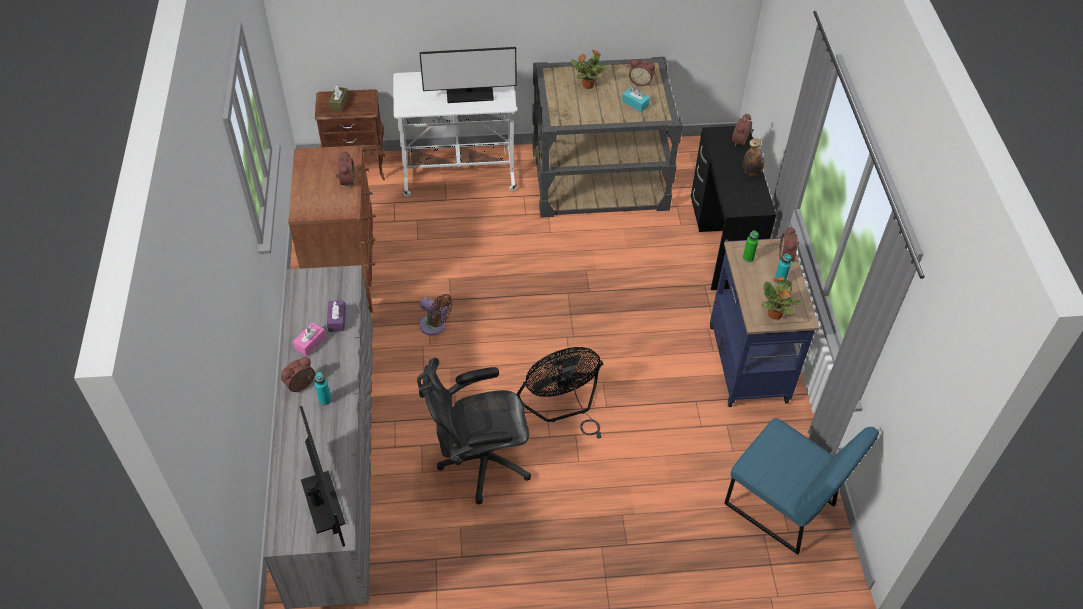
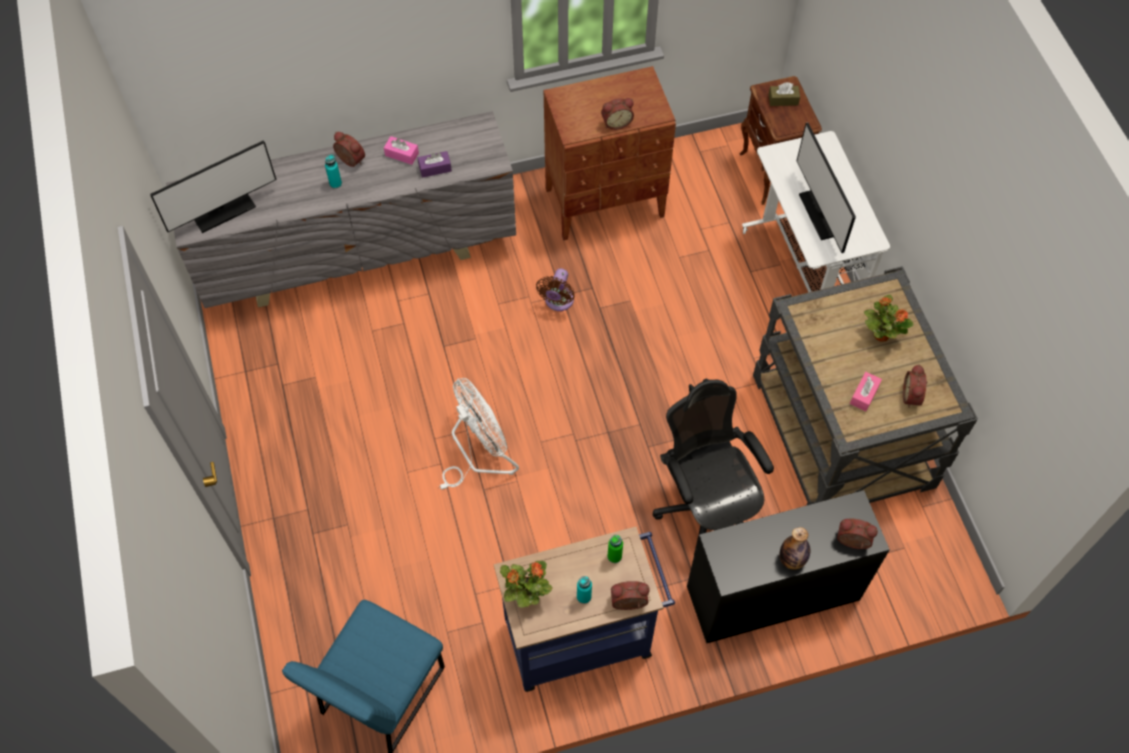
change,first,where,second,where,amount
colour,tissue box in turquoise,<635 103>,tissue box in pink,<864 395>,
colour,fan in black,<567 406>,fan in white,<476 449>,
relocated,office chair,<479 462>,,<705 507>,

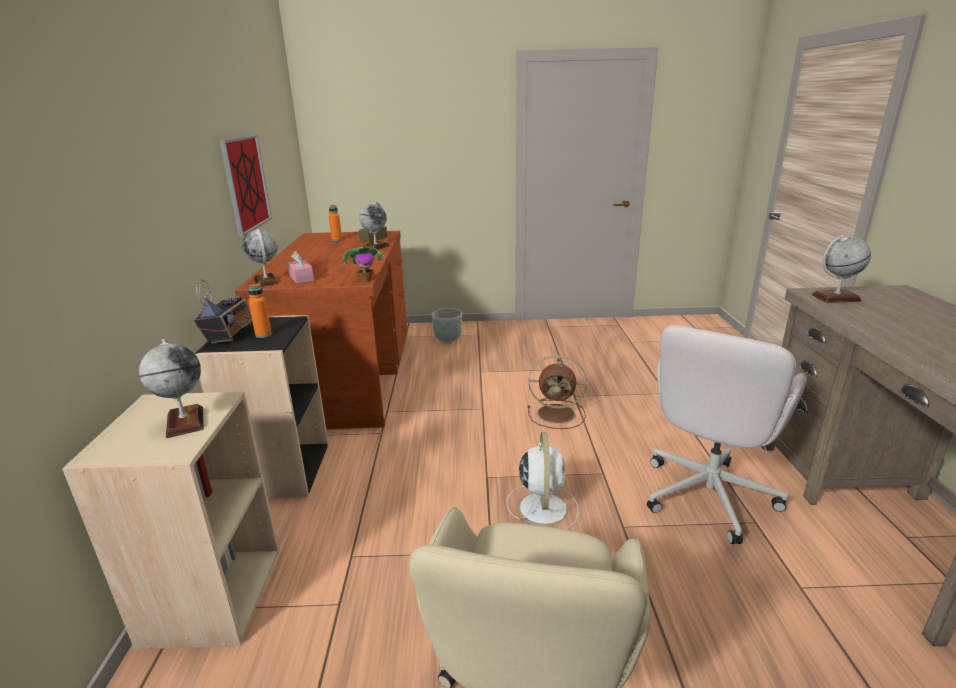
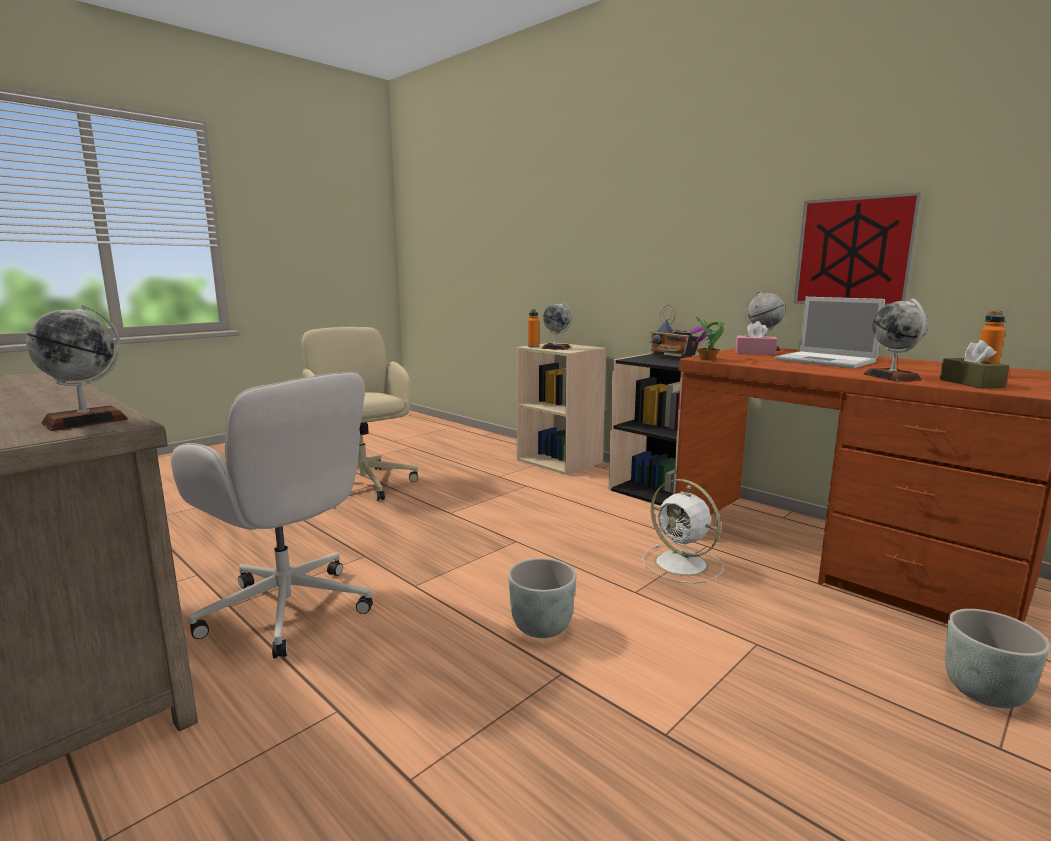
change,first,where,second,where,amount
relocated,bottle in orange,<263 335>,,<533 346>,
spun,office chair in white,<707 496>,,<286 610>,135 degrees clockwise
exchanged,fan in brown,<558 414>,planter in grey,<541 628>,
relocated,fan in white,<542 507>,,<683 564>,
appeared,,,laptop,<827 361>,

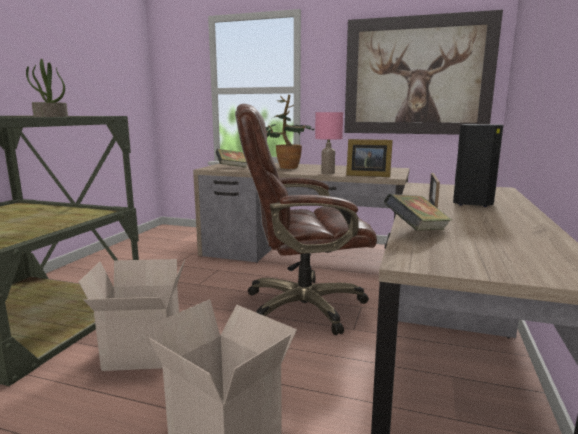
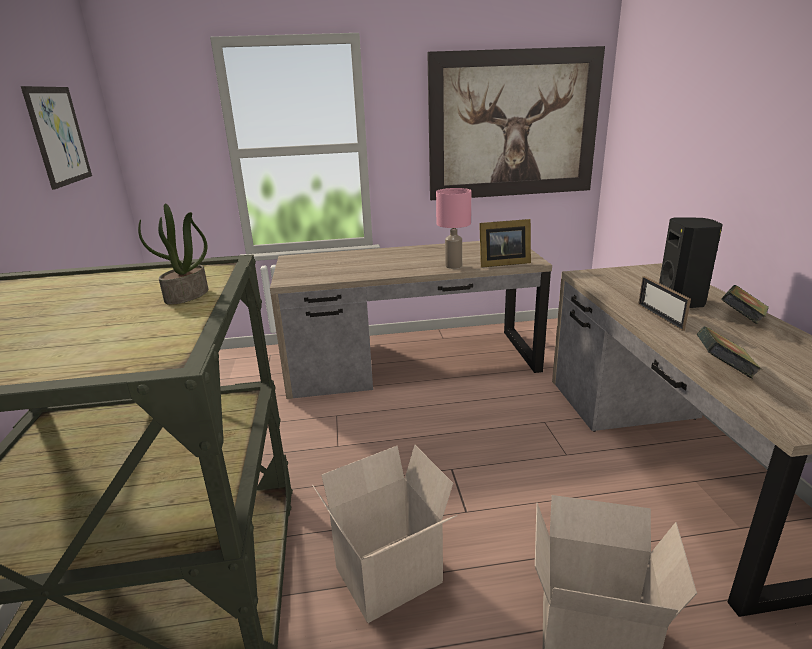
change,first,where,second,where,amount
missing,potted plant,<286 167>,,,
missing,office chair in brown,<304 306>,,,
relocated,book,<232 167>,,<741 320>,
appeared,,,picture,<59 136>,

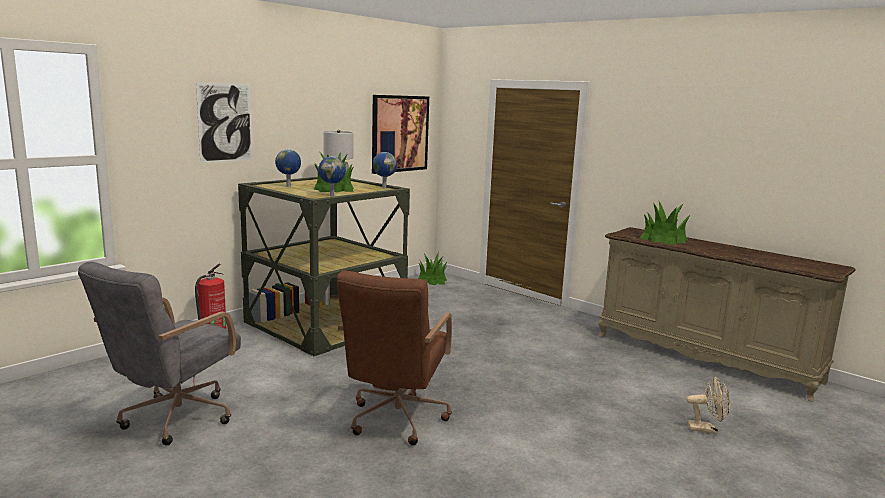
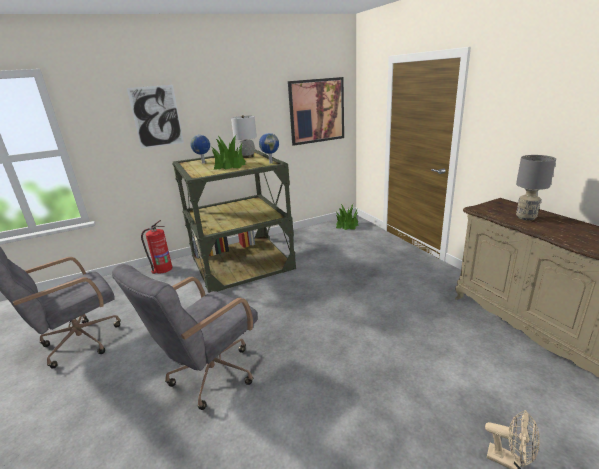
change,first,where,second,where,amount
missing,globe,<332 196>,,,
exchanged,potted plant,<663 239>,table lamp in grey,<526 217>,
colour,office chair in brown,<395 423>,office chair in grey,<209 378>,

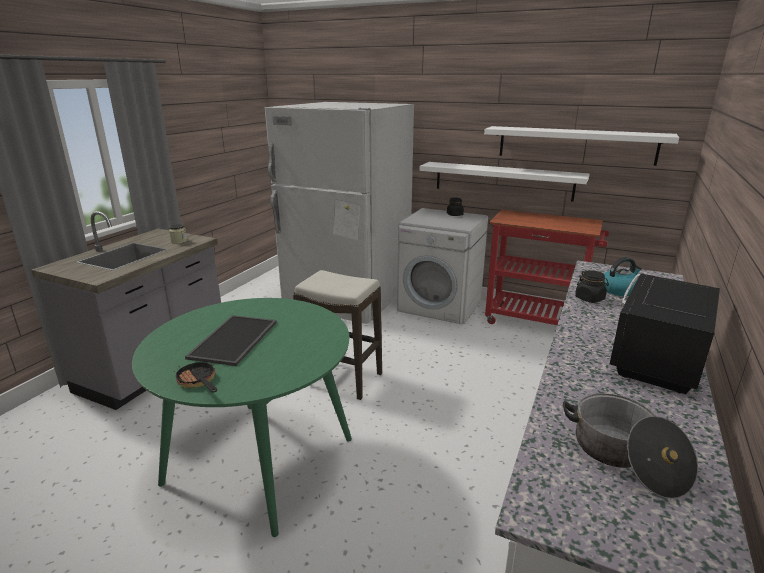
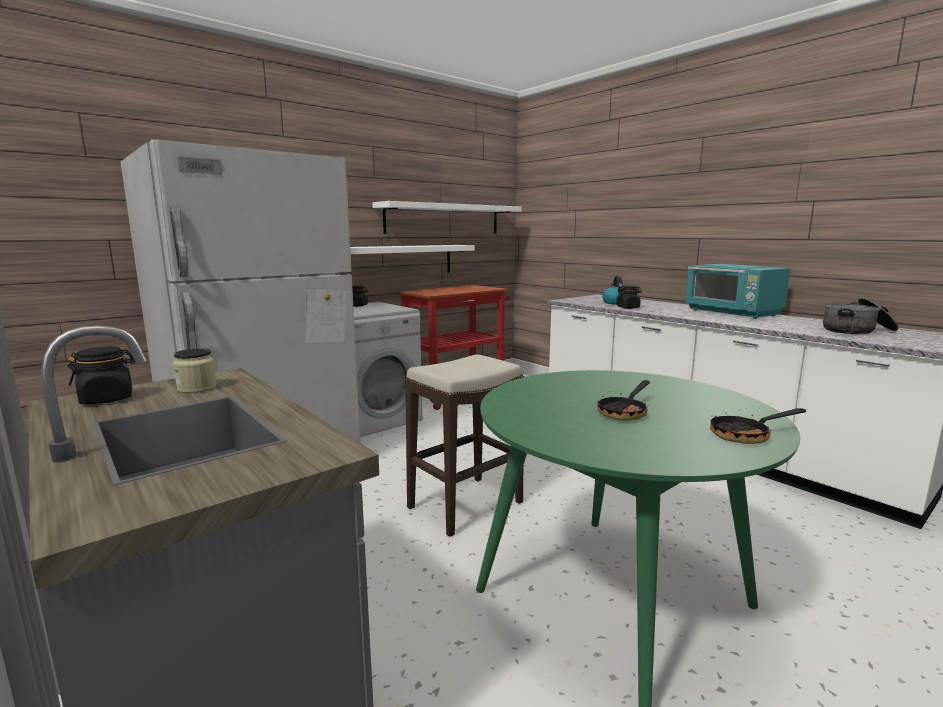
change,first,where,second,where,amount
colour,microwave in black,<655 361>,microwave in turquoise,<732 313>,
exchanged,tray,<235 340>,frying pan,<625 412>,
appeared,,,jar in black,<107 399>,

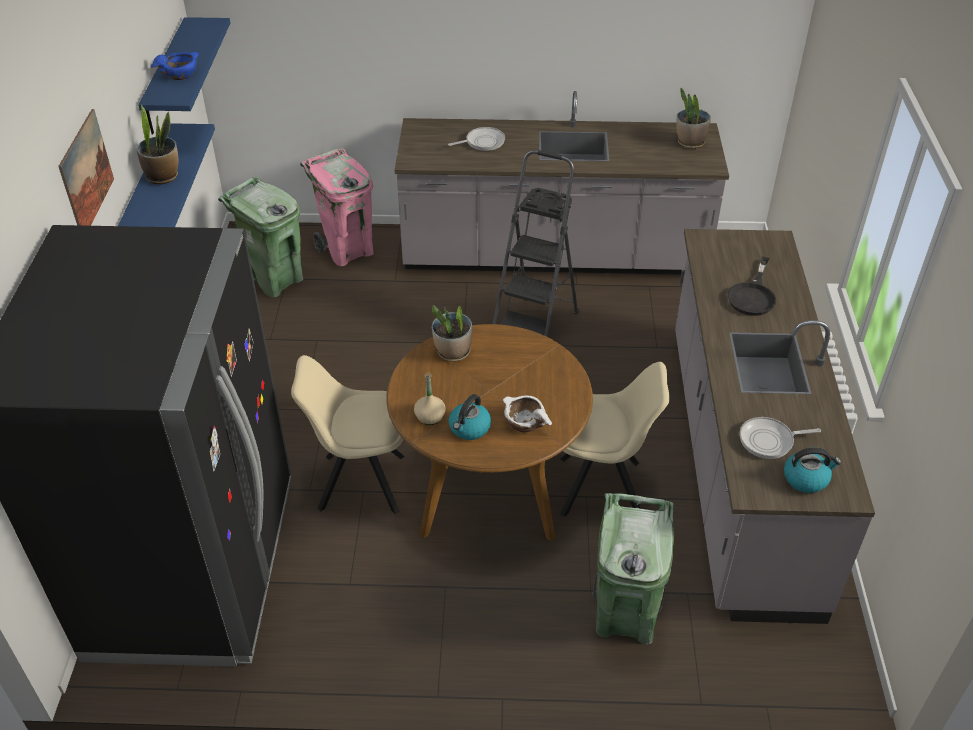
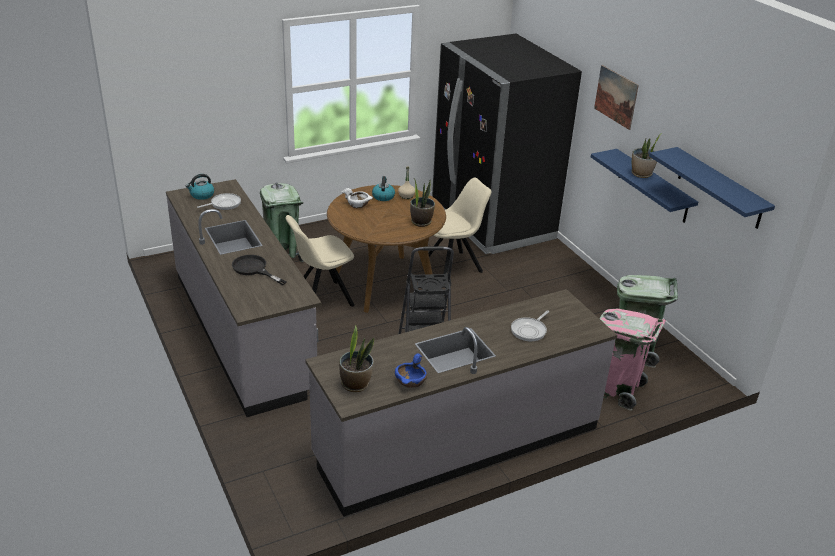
change,first,where,second,where,amount
relocated,bowl in blue,<180 74>,,<411 381>,
spun,frying pan in black,<753 295>,,<254 269>,45 degrees counterclockwise

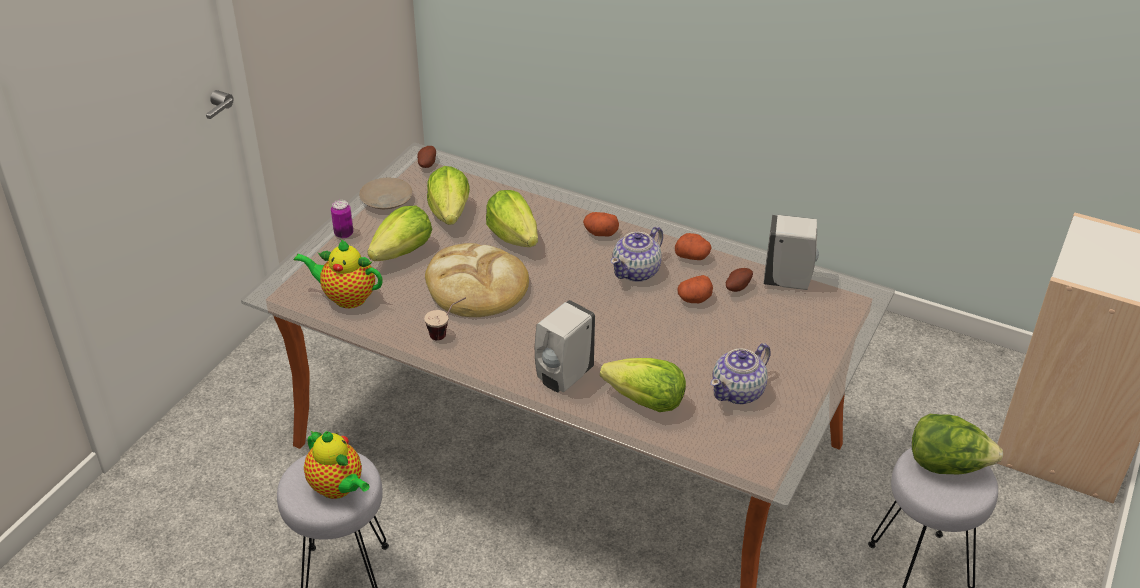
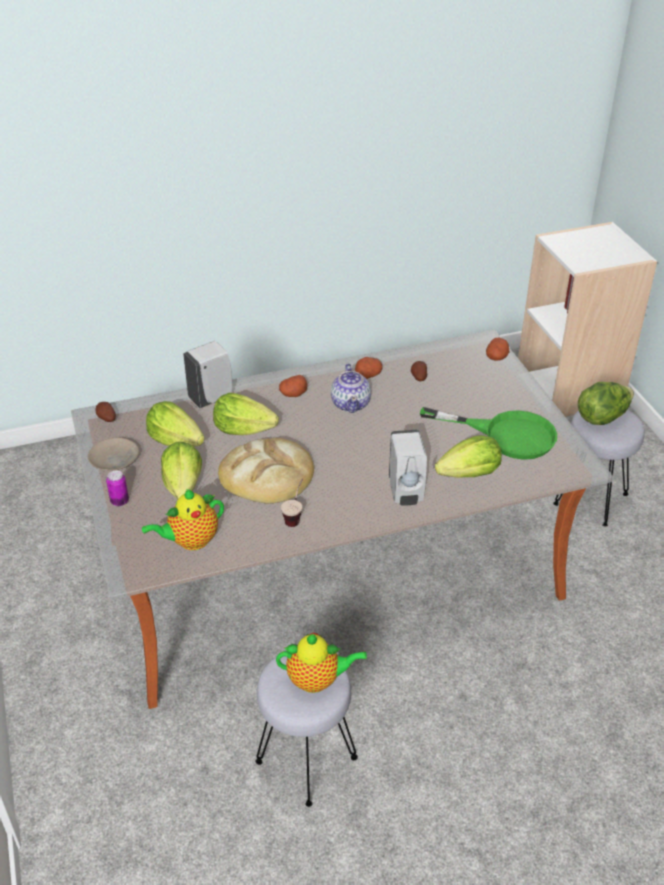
change,first,where,second,where,amount
relocated,soap dispenser in white,<788 281>,,<212 398>,
relocated,potato,<694 299>,,<496 357>,
exchanged,teapot,<739 391>,frying pan in green,<506 435>,

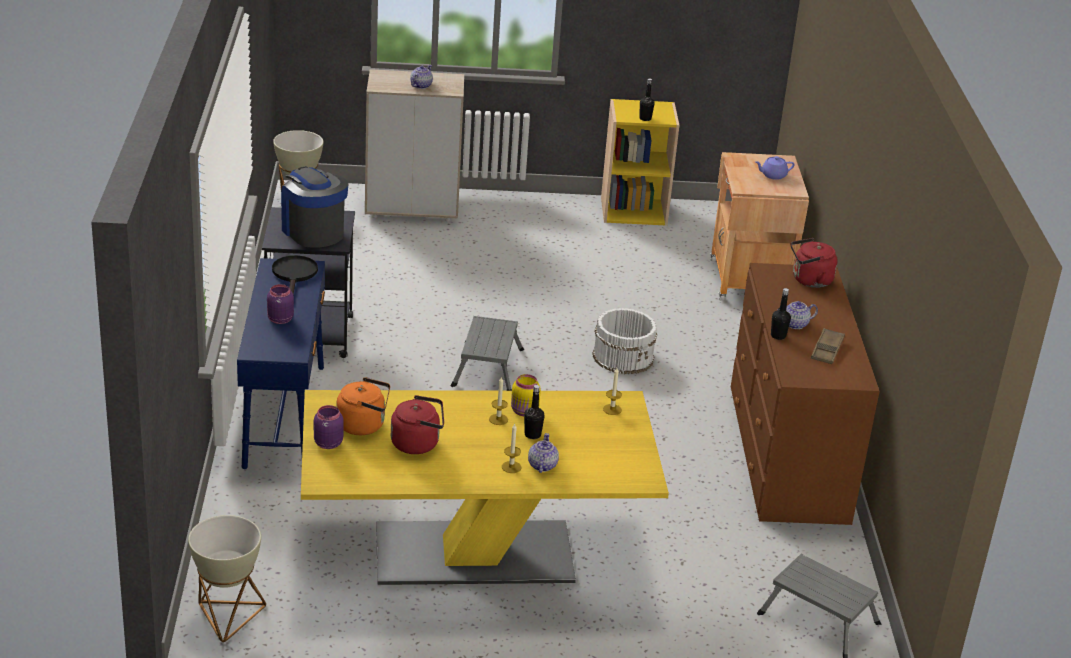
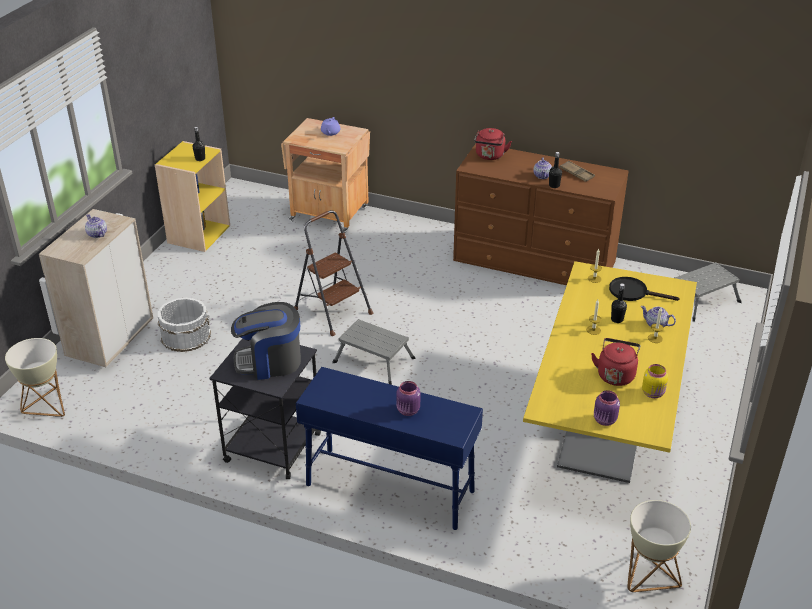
change,first,where,second,where,amount
relocated,frying pan in black,<294 275>,,<633 292>,
relocated,bucket in white,<623 357>,,<186 336>,
relocated,jar in yellow,<524 412>,,<653 393>,
missing,kettle in orange,<364 425>,,,
appeared,,,step ladder in brown,<331 309>,

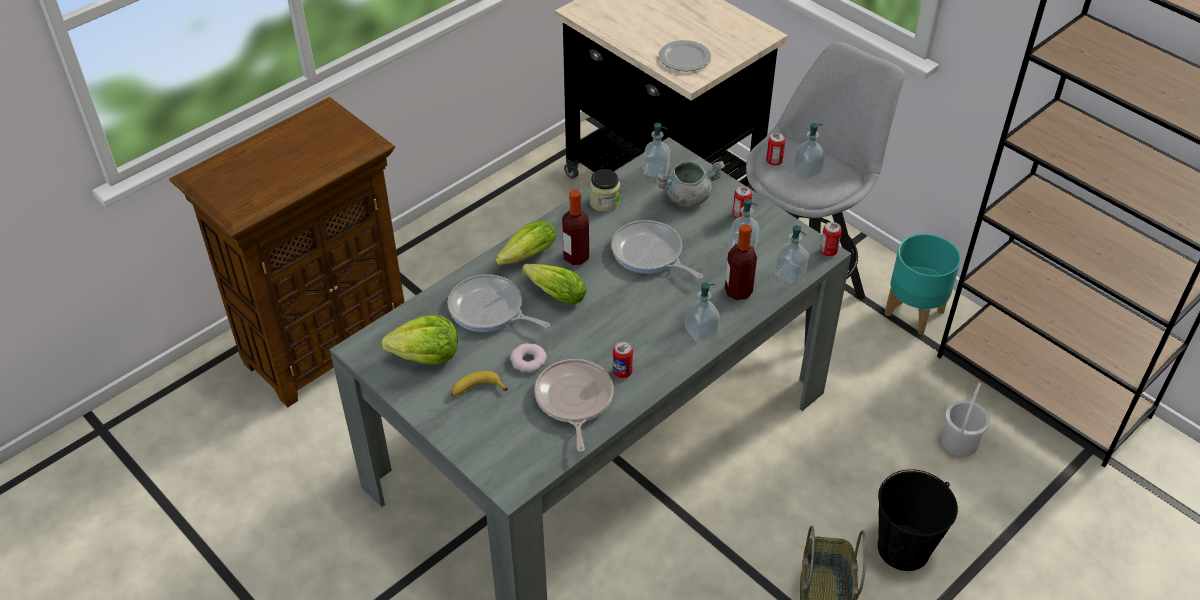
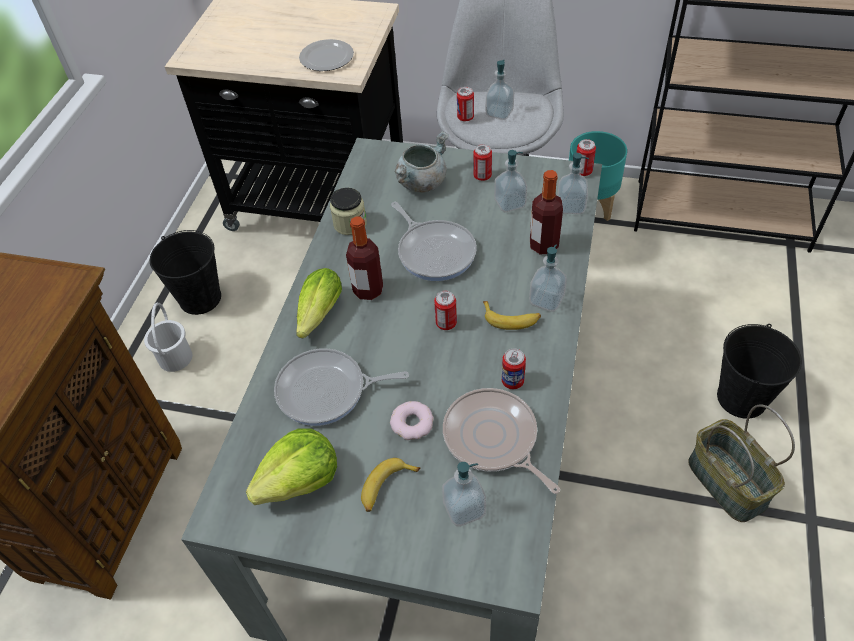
change,first,where,second,where,amount
relocated,soap dispenser,<655 170>,,<464 508>,
spun,frying pan,<649 254>,,<434 251>,135 degrees counterclockwise
missing,lettuce,<553 293>,,,
relocated,bucket in white,<958 441>,,<174 358>,
appeared,,,bucket in black,<200 298>,
appeared,,,can,<446 323>,
appeared,,,banana,<511 319>,

